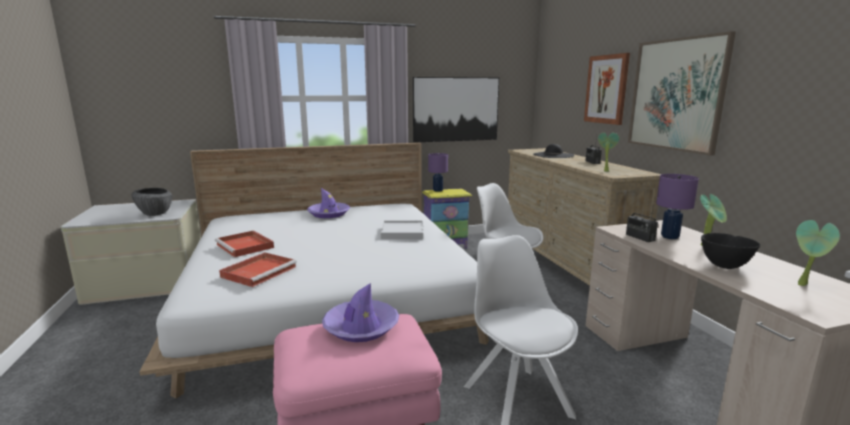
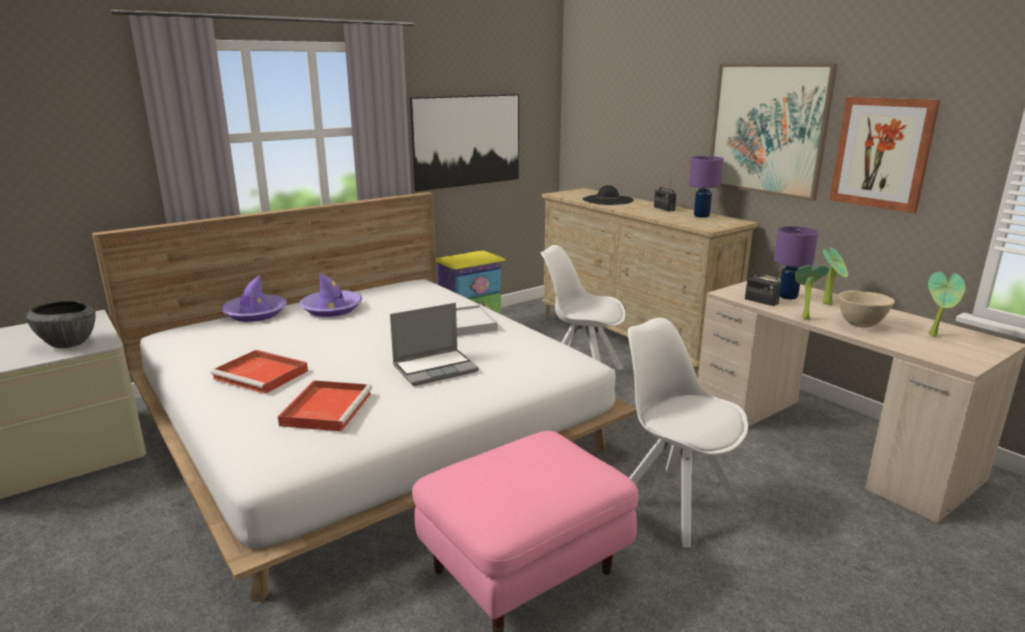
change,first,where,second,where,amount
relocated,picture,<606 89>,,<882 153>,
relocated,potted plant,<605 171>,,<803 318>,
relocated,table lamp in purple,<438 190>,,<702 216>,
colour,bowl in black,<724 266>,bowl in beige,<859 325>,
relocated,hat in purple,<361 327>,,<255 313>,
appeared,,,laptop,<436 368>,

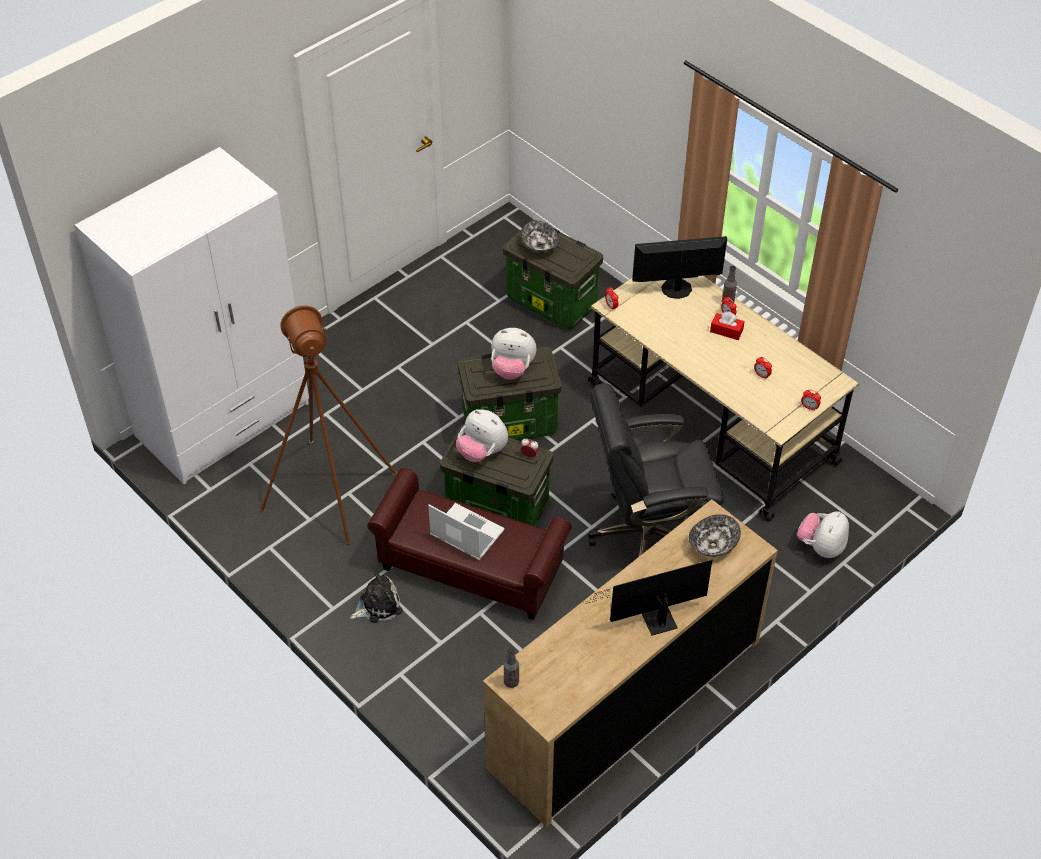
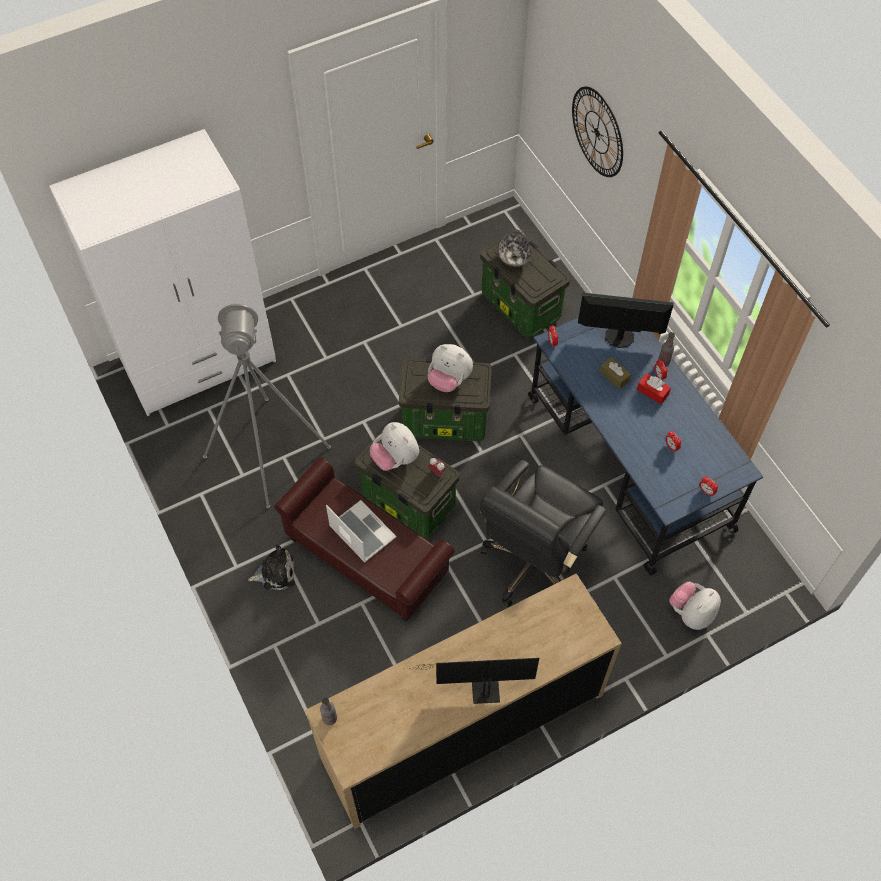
change,first,where,second,where,amount
colour,desk in beige,<711 423>,desk in blue,<628 462>,
colour,floor lamp in brown,<329 491>,floor lamp in grey,<267 451>,
spun,office chair in black,<648 534>,,<535 562>,60 degrees counterclockwise
missing,bowl,<712 544>,,,
appeared,,,wall clock,<597 132>,
appeared,,,tissue box in brown,<614 376>,

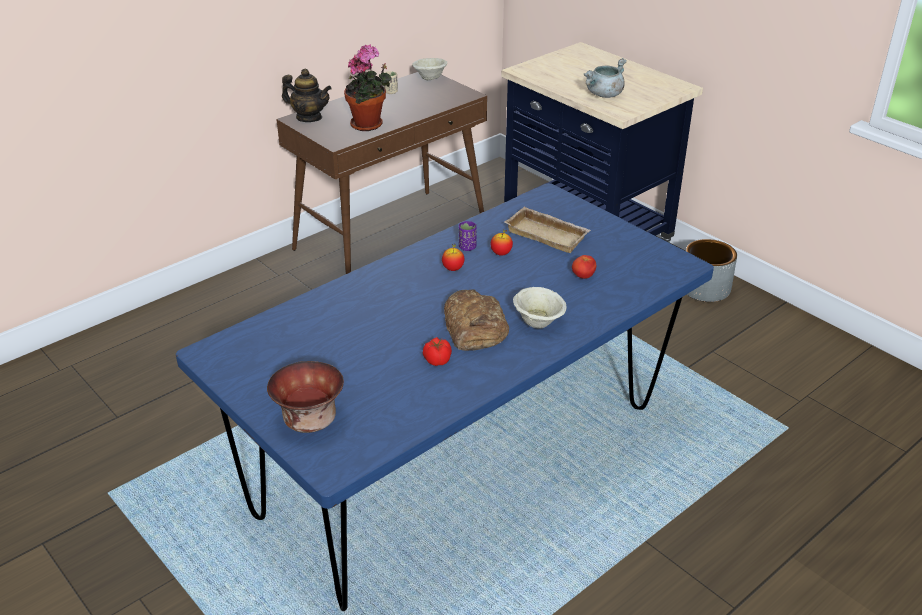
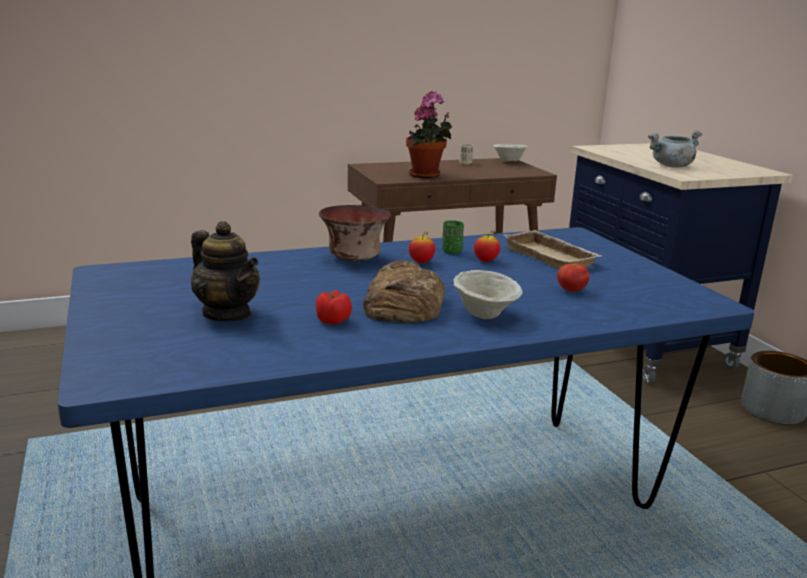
change,first,where,second,where,amount
relocated,teapot,<309 118>,,<227 314>,
colour,cup in purple,<467 247>,cup in green,<451 251>,
relocated,bowl,<309 421>,,<353 258>,

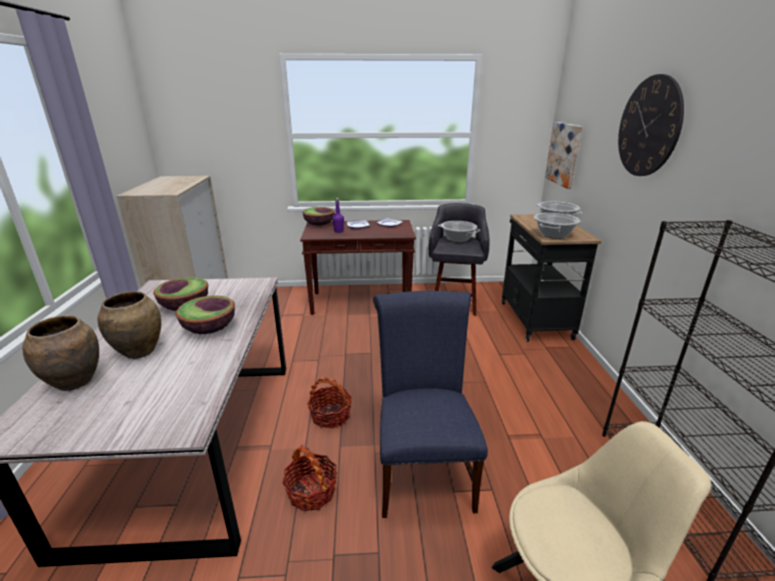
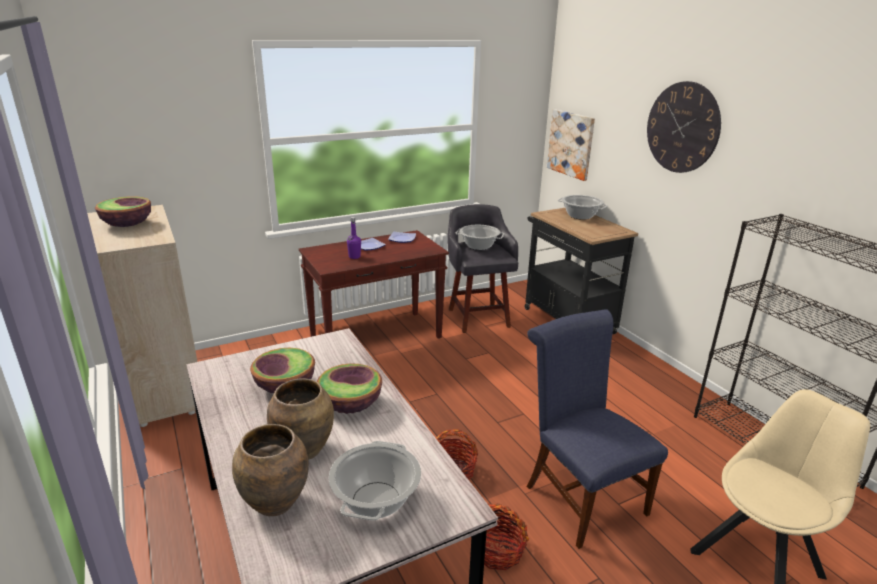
change,first,where,second,where,amount
relocated,bowl,<319 224>,,<127 225>,
relocated,cooking pot,<554 235>,,<376 500>,

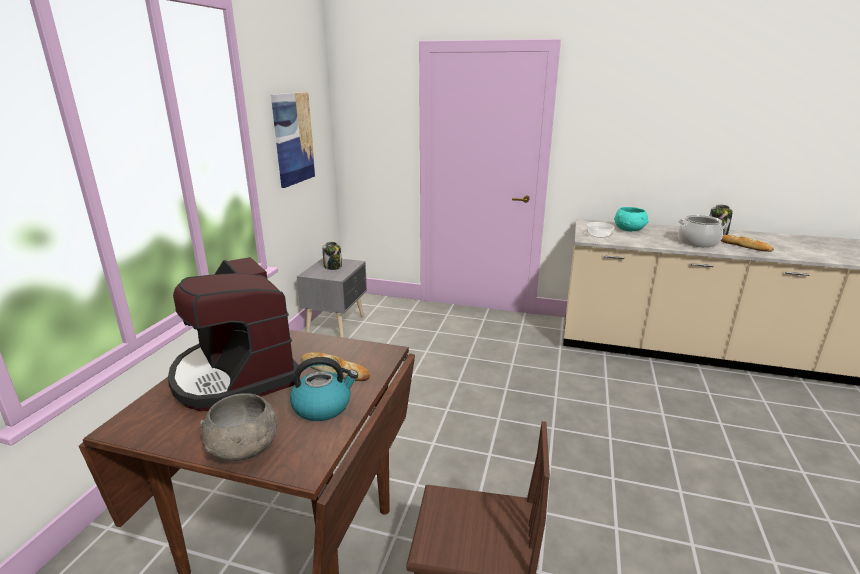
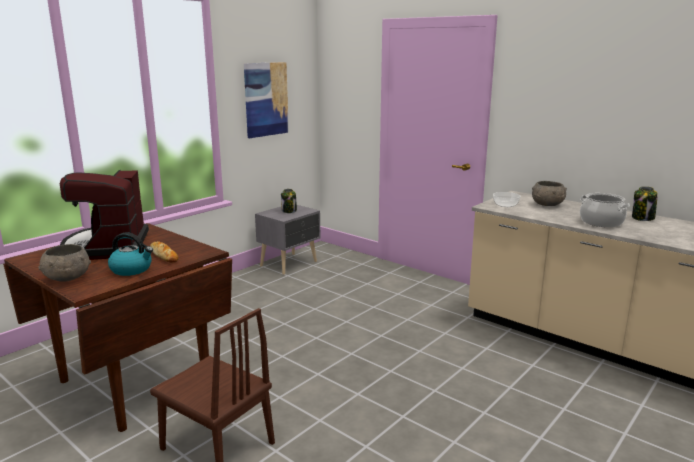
change,first,where,second,where,amount
colour,bowl in turquoise,<629 230>,bowl in grey,<547 204>,
missing,bread,<744 246>,,,

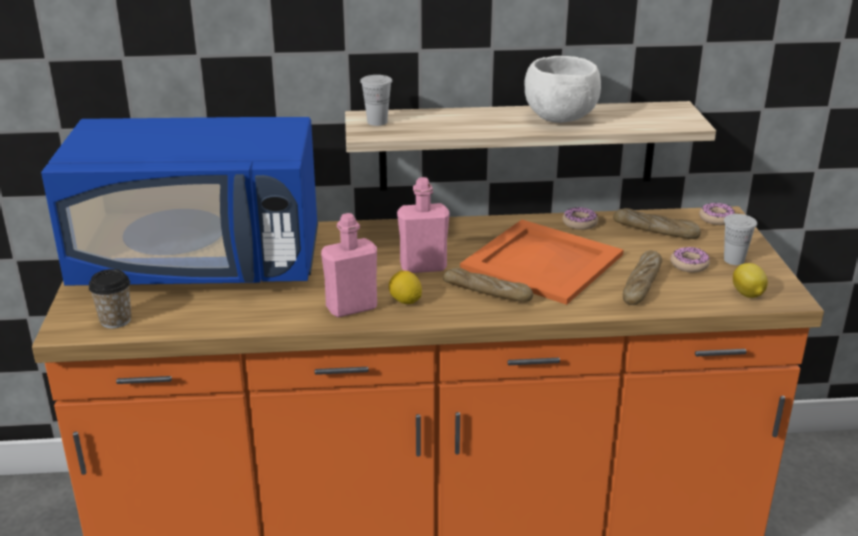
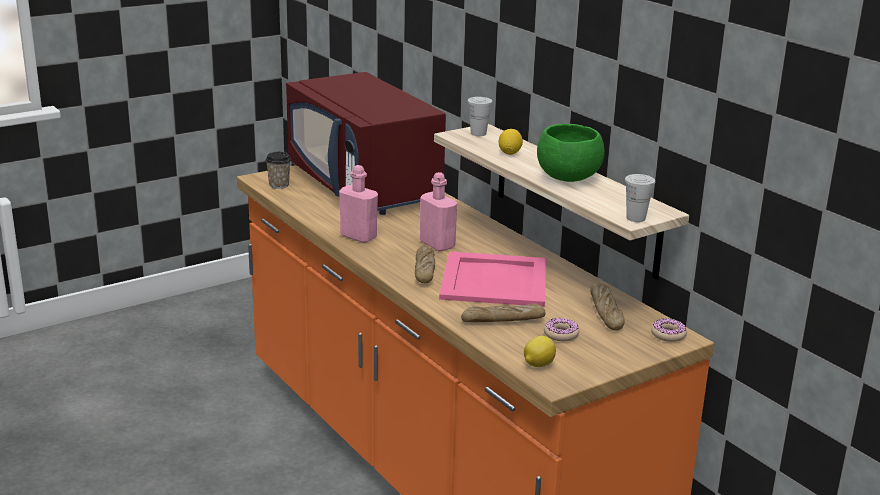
change,first,where,second,where,amount
colour,bowl in white,<560 119>,bowl in green,<567 179>,
colour,microwave in blue,<202 263>,microwave in red,<365 186>,
missing,donut,<580 223>,,,
relocated,cup in white,<734 260>,,<636 218>,
colour,tray in orange,<544 261>,tray in pink,<495 280>,
relocated,lemon,<405 301>,,<509 153>,

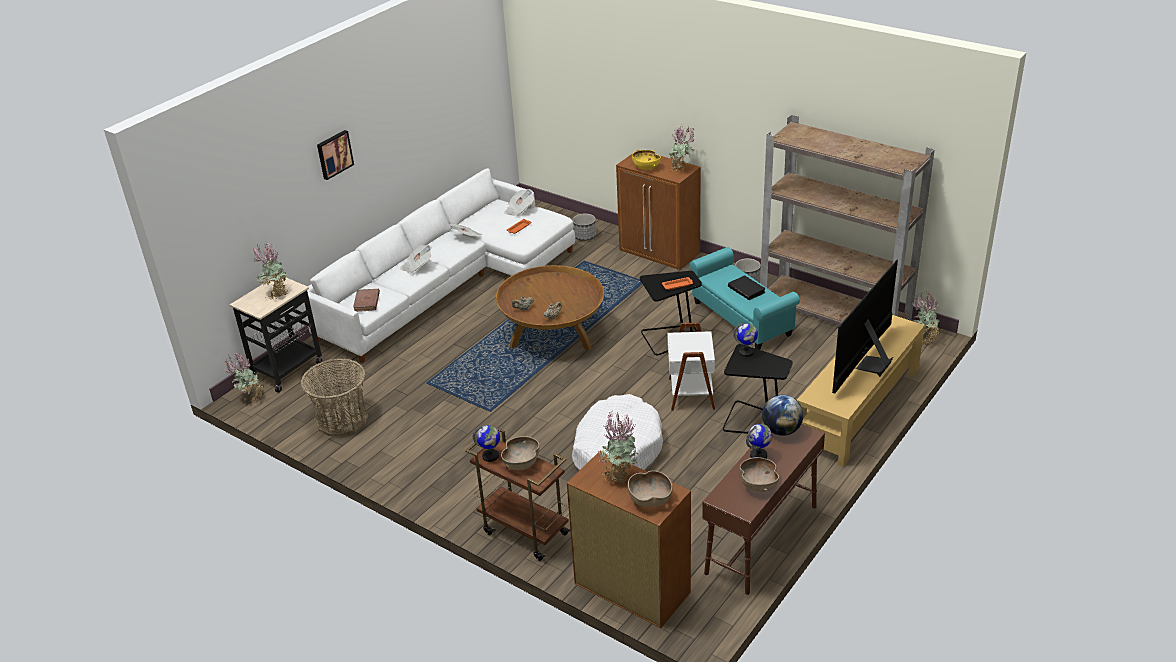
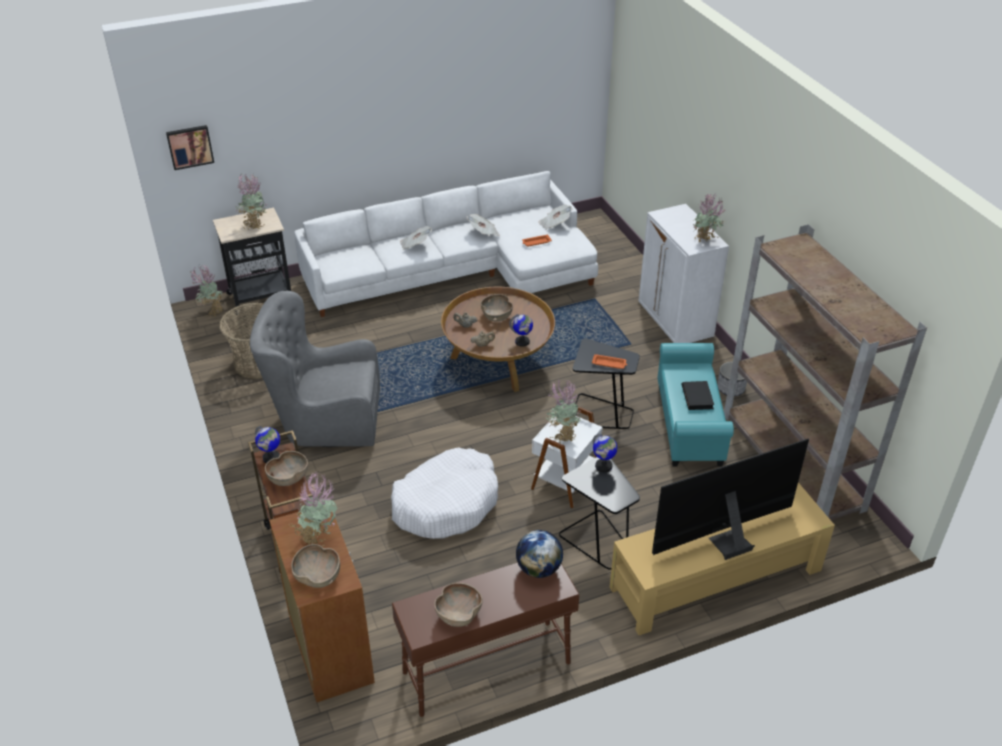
change,first,where,second,where,amount
relocated,picture,<334 154>,,<190 146>,
colour,cabinet in brown,<659 251>,cabinet in white,<675 318>,
missing,bowl in yellow,<646 167>,,,
missing,planter,<585 236>,,,
missing,book in brown,<366 302>,,,
relocated,potted plant,<923 340>,,<562 435>,
relocated,globe,<758 455>,,<522 342>,
appeared,,,armchair in grey,<324 421>,
appeared,,,bowl in brown,<497 316>,

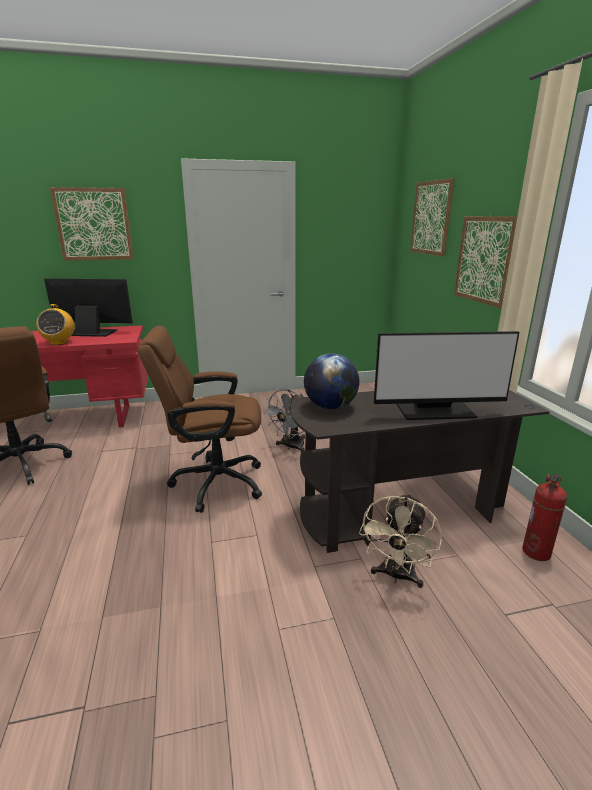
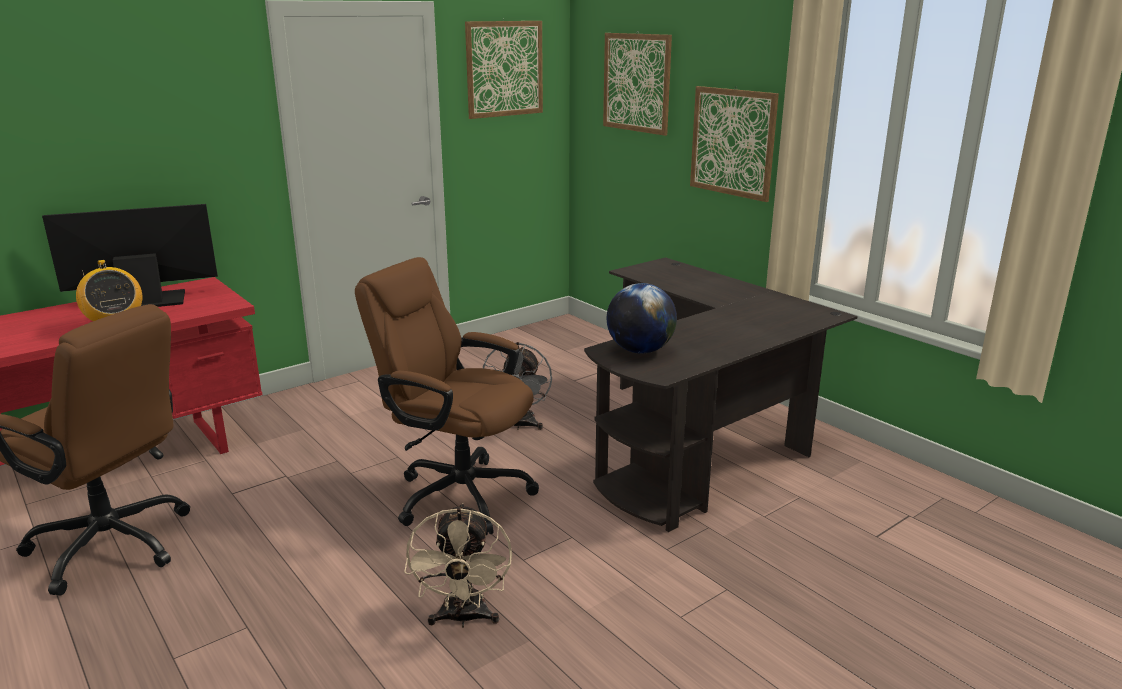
change,first,where,second,where,amount
relocated,picture,<93 223>,,<504 67>,
spun,office chair in brown,<213 484>,,<457 495>,60 degrees clockwise
missing,monitor,<435 411>,,,
missing,fire extinguisher,<536 552>,,,
relocated,fan in beige,<397 576>,,<463 618>,

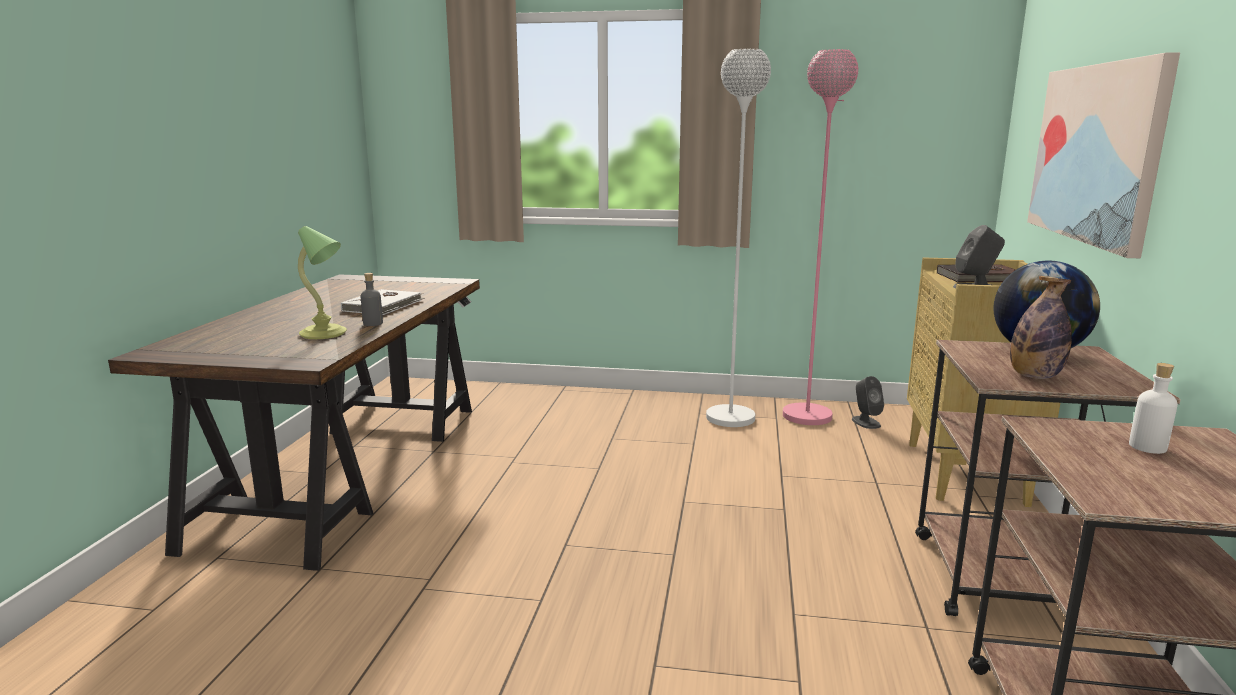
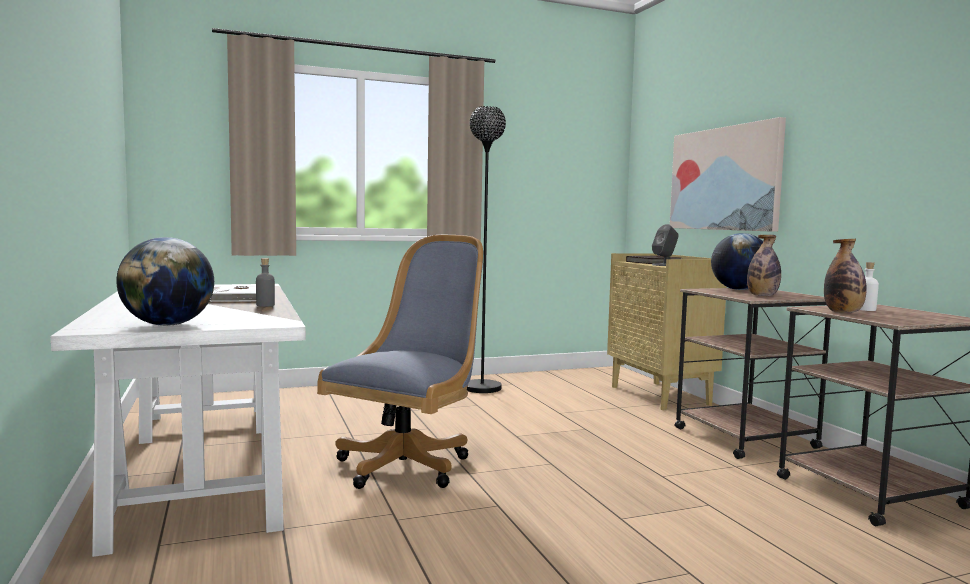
change,first,where,second,where,amount
colour,floor lamp in white,<730 417>,floor lamp in black,<481 388>,
missing,floor lamp in pink,<807 416>,,,
missing,table lamp,<324 334>,,,
colour,desk in brown,<347 469>,desk in white,<200 463>,
missing,speaker in grey,<865 422>,,,
appeared,,,office chair in blue,<409 463>,
appeared,,,globe,<168 325>,
appeared,,,bottle,<843 312>,

